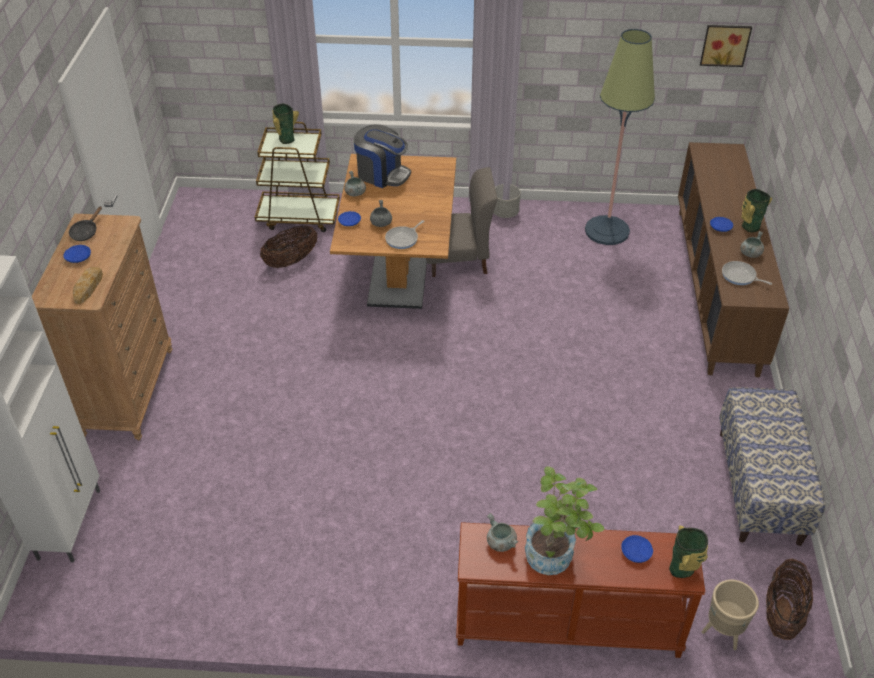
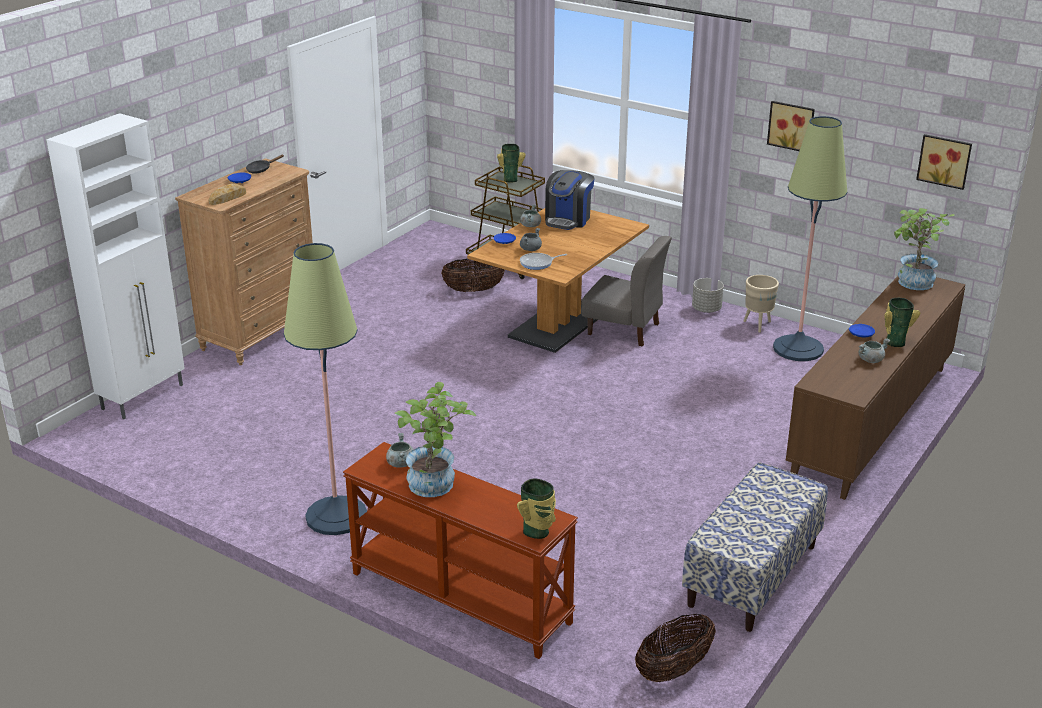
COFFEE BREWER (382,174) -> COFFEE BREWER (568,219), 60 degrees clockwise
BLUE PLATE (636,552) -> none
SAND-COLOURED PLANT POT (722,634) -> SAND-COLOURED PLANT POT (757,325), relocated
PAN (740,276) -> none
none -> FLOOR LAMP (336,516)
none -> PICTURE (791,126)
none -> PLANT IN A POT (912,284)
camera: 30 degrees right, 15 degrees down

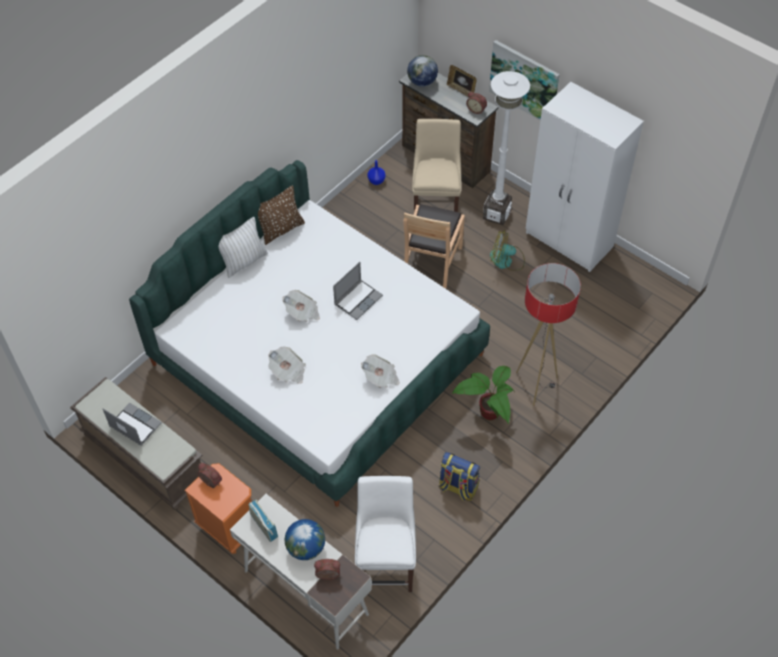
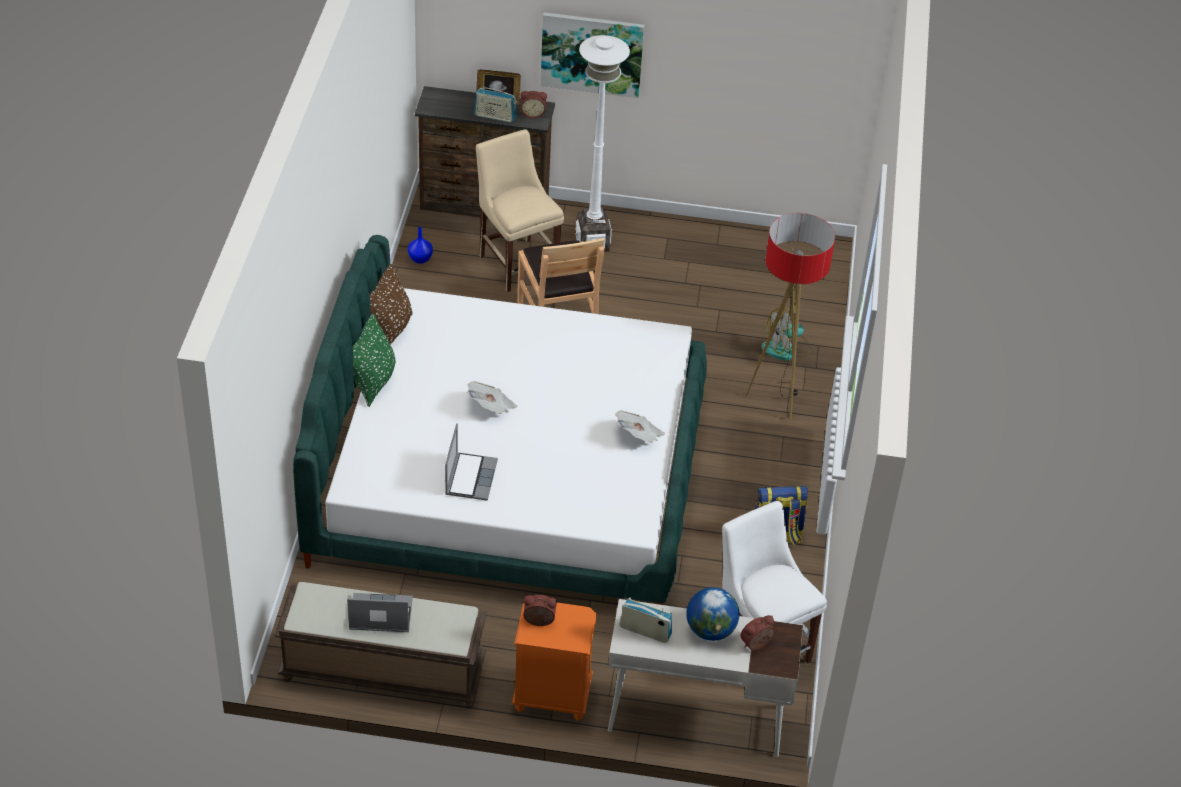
WHITE-COLOURED PILLOW (244,261) -> GREEN-COLOURED PILLOW (373,382)
NEWSPAPER (288,371) -> none
PORTABLE COMPUTER (358,299) -> PORTABLE COMPUTER (470,477), relocated
GLOBE (422,82) -> none
PLANT IN A POT (486,415) -> none
FAN (506,260) -> FAN (786,349), relocated
WHITE-COLOURED CLOTHES CUPBOARD (569,241) -> none
none -> RADIO (495,116)
camera: 35 degrees left, 10 degrees down

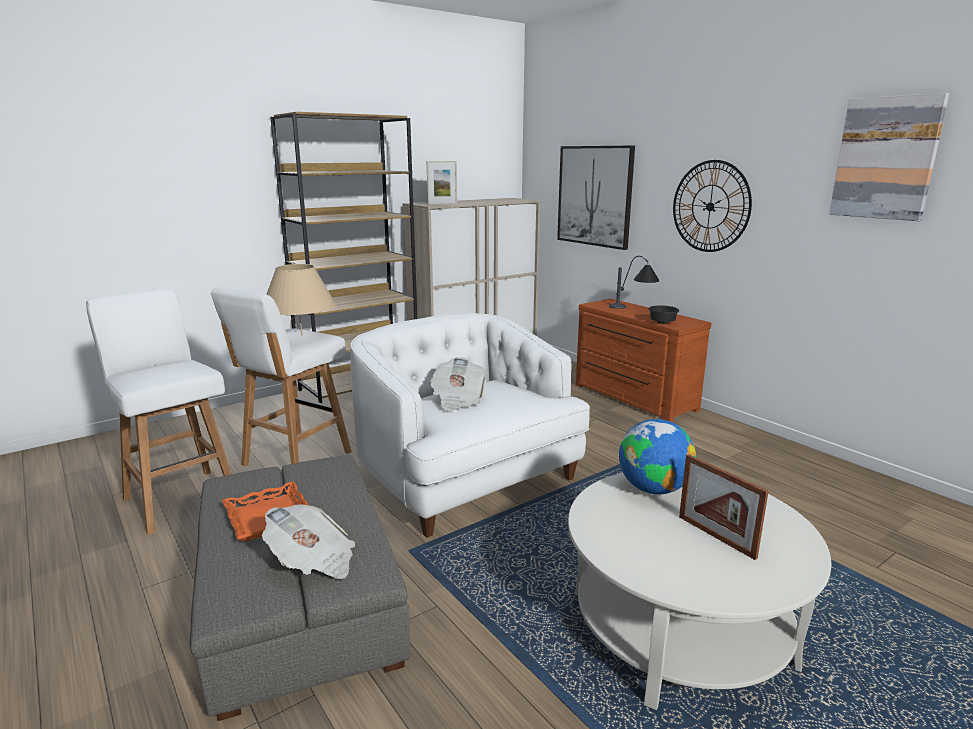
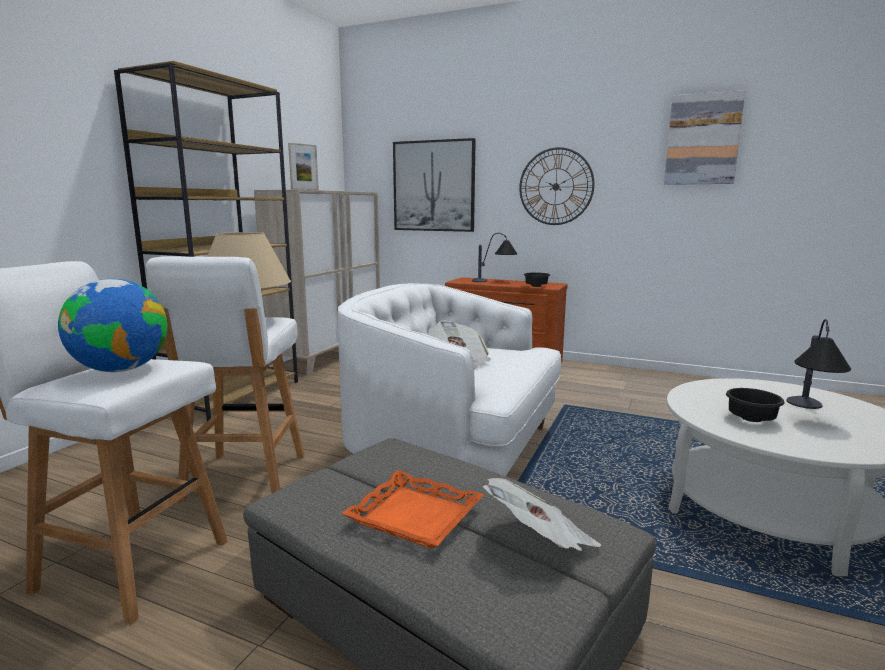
GLOBE (653,489) -> GLOBE (121,369), relocated
PICTURE FRAME (716,536) -> LAMP FOR A TABLE (809,414)
none -> BLACK DEEP DISH (749,419)
camera: 30 degrees left, 5 degrees down

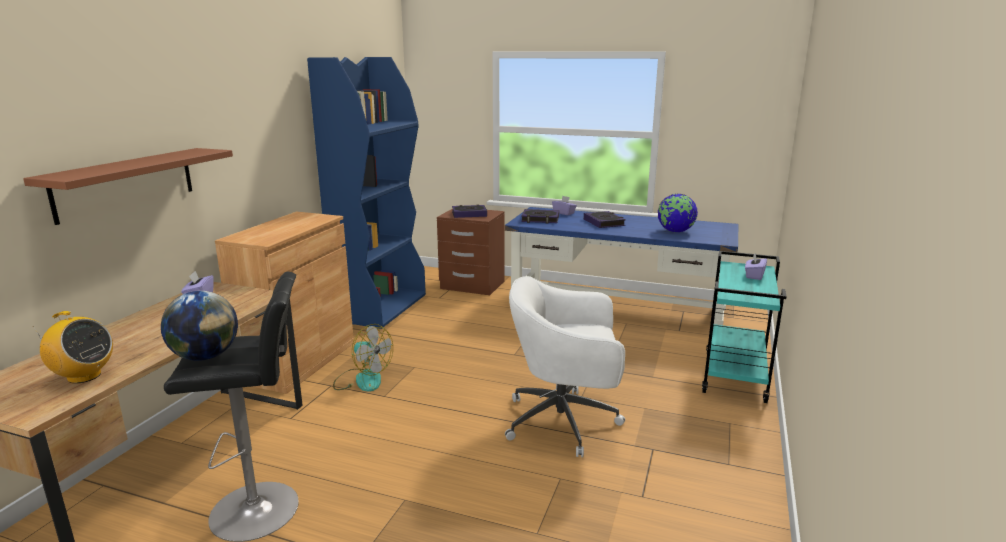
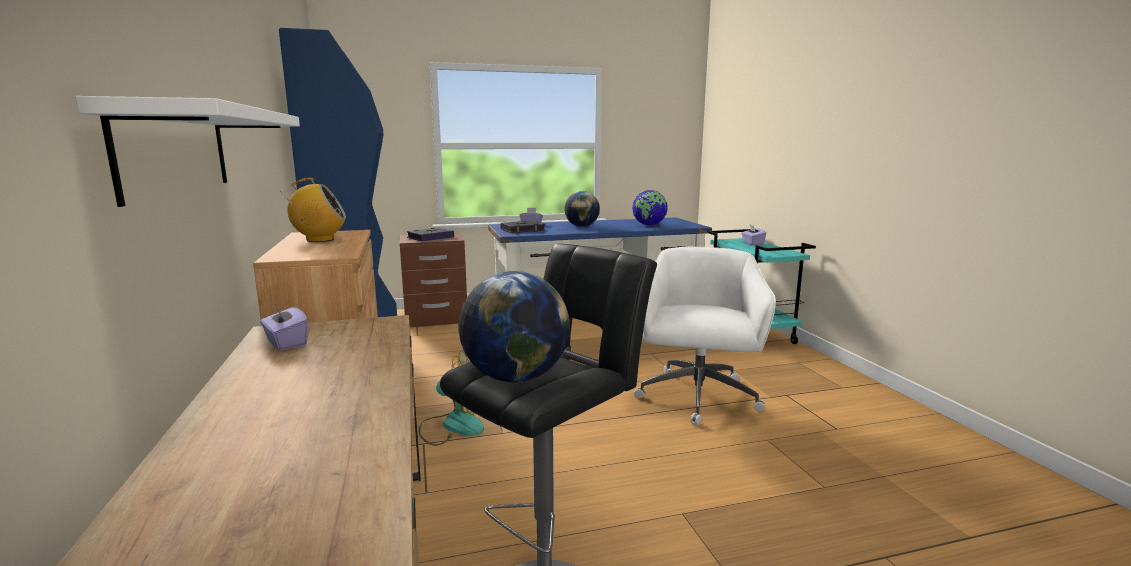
BROWNISH SHELF (126,183) -> WHITE-COLOURED SHELF (176,151)
RADIO (84,376) -> RADIO (319,240), relocated
WHITE-COLOURED DESK CHAIR (565,421) -> WHITE-COLOURED DESK CHAIR (697,398), 135 degrees clockwise
BOOK (604,222) -> GLOBE (582,226)
camera: 35 degrees left, 5 degrees down

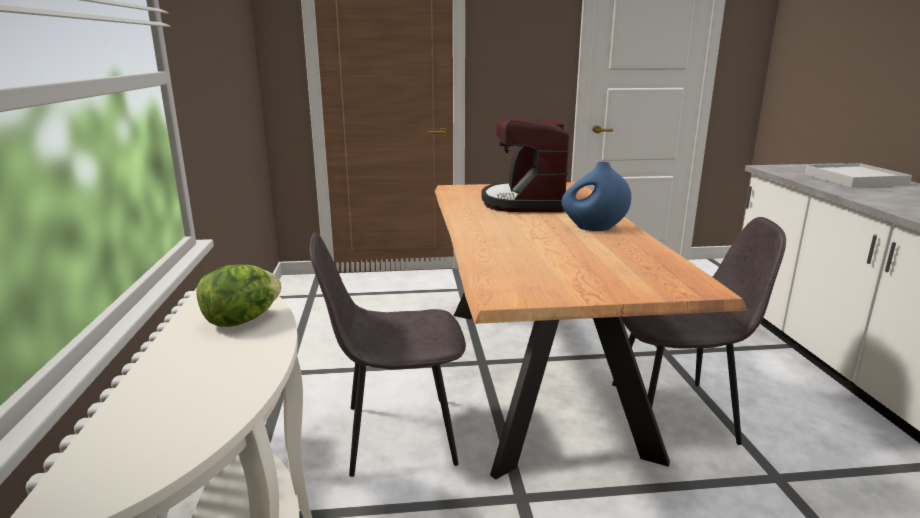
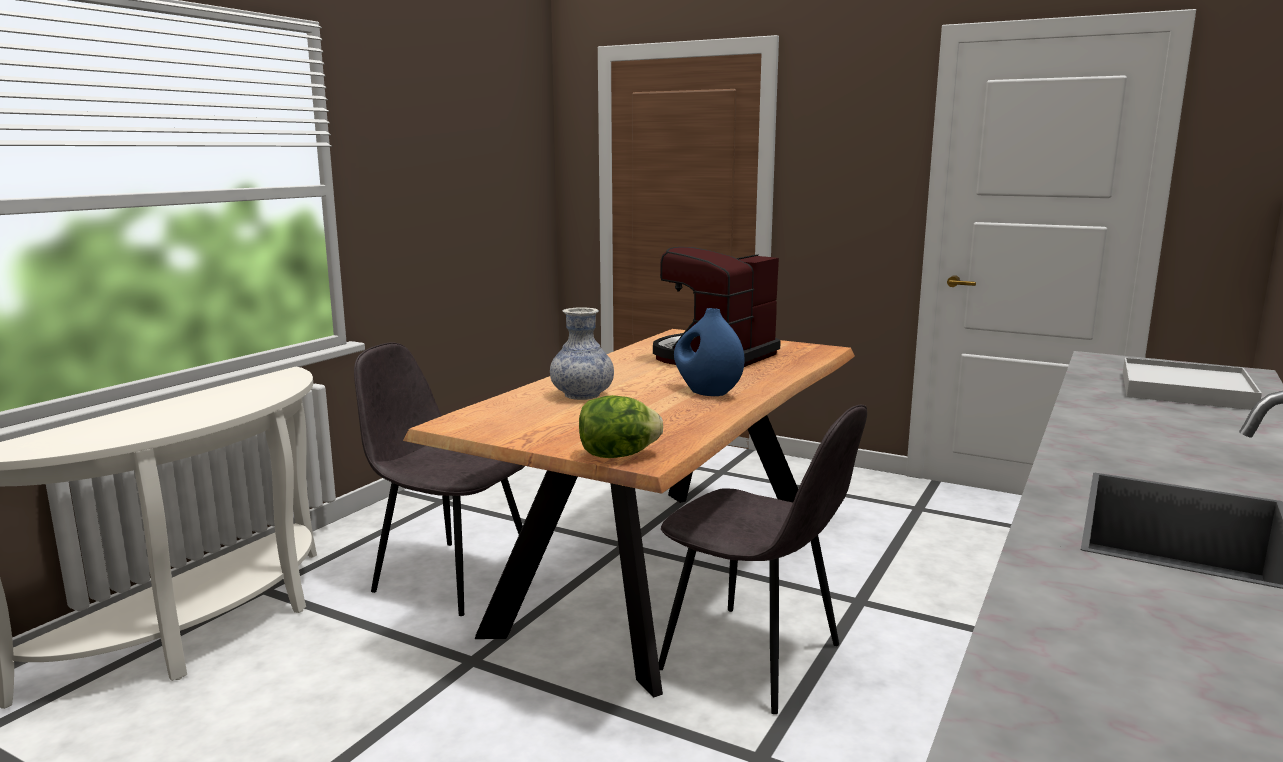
LETTUCE (242,320) -> LETTUCE (617,455), relocated
none -> FLOWER VASE (582,395)
camera: 35 degrees right, 5 degrees down

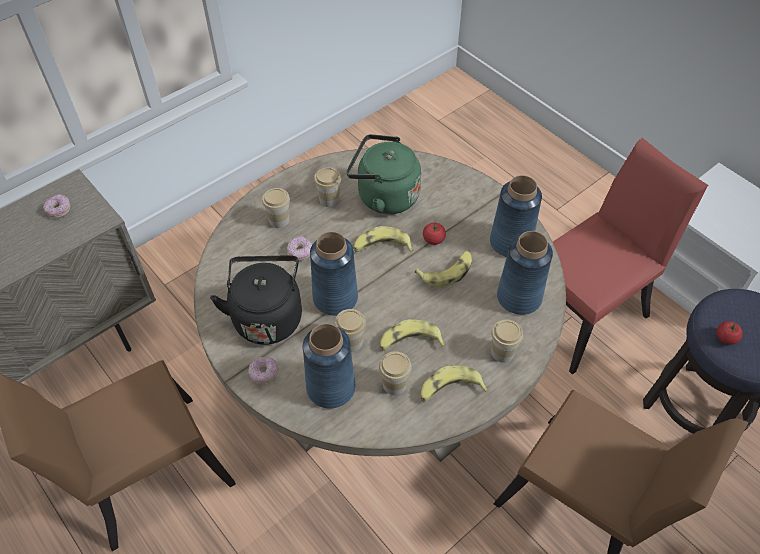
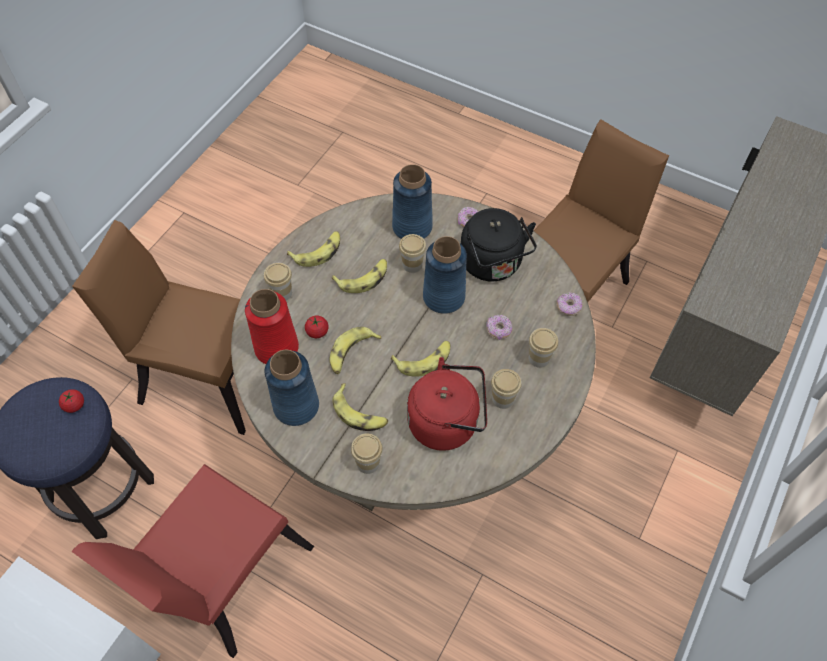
DONUT (59,210) -> DONUT (568,307), relocated
GREEN-COLOURED KETTLE (384,196) -> RED KETTLE (447,422)
DRINKING CUP (394,384) -> DRINKING CUP (368,463), relocated
TOMATO (433,239) -> TOMATO (317,332), relocated
BLUE FLOWER VASE (518,297) -> RED FLOWER VASE (277,348)
none -> WHOLE BANANA (360,413)
camera: 160 degrees right, 5 degrees up

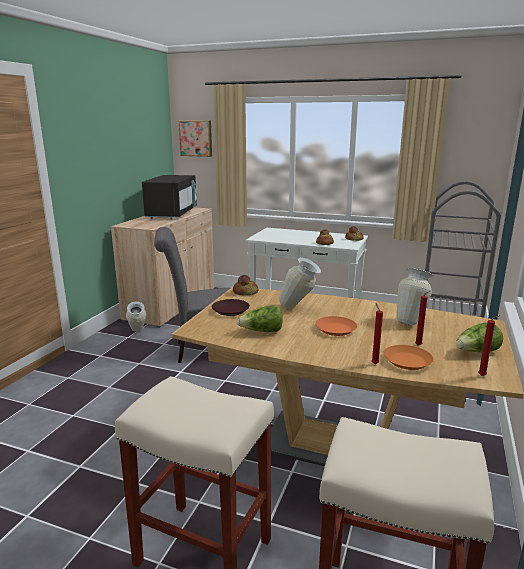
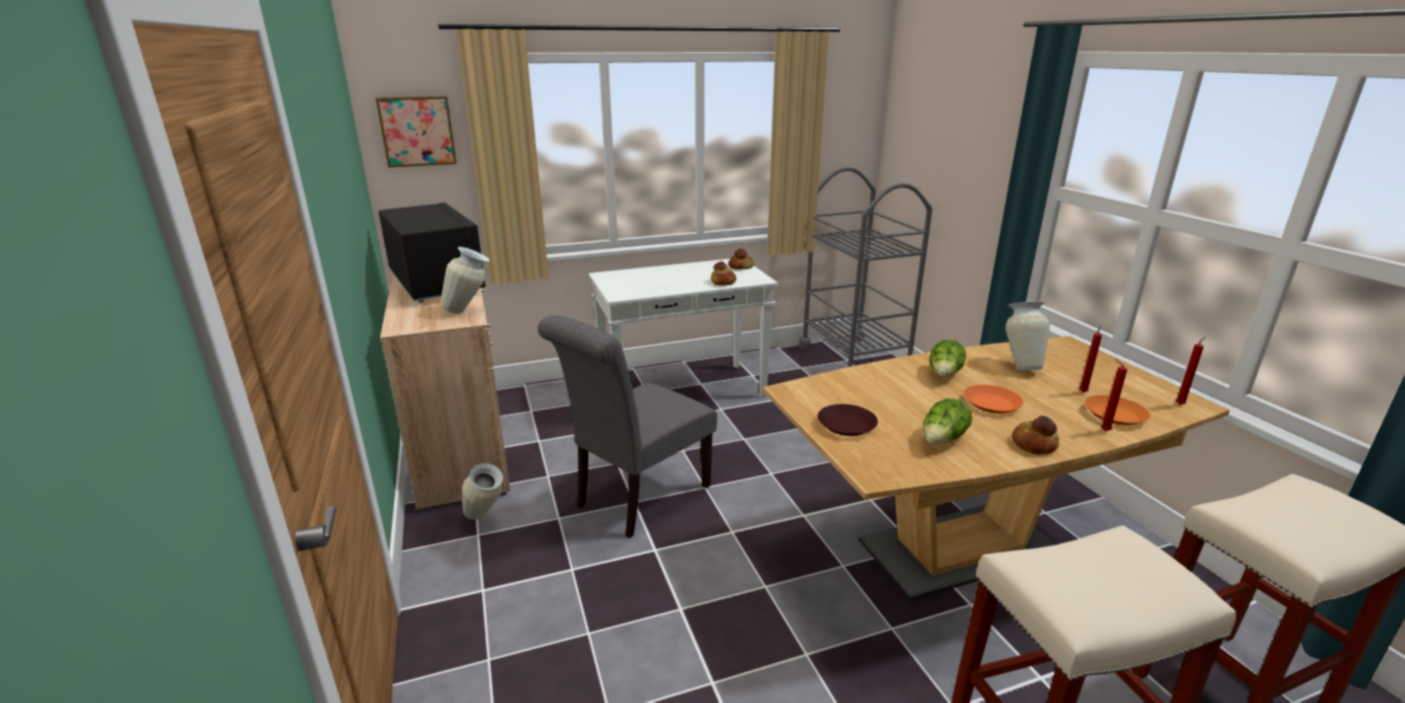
BREAD (245,292) -> BREAD (1033,444), relocated
FLOWER VASE (299,308) -> FLOWER VASE (470,311), relocated
LETTUCE (477,352) -> LETTUCE (945,374), relocated
camera: 40 degrees left, 5 degrees up

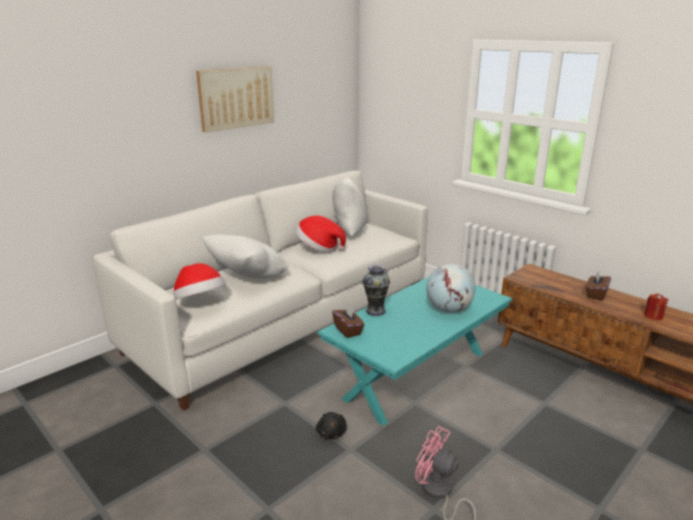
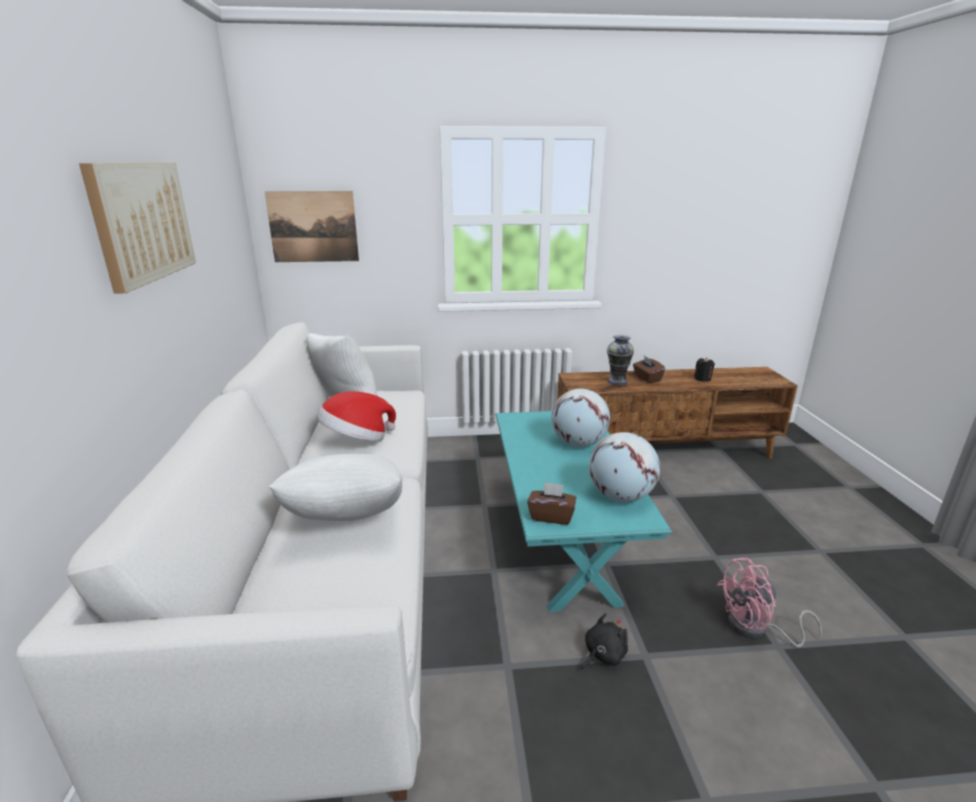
HAT (200,302) -> none
BLACK CUDDLY TOY (331,432) -> BLACK CUDDLY TOY (602,654), 60 degrees counterclockwise
FLOWER VASE (375,311) -> FLOWER VASE (617,382), relocated
RED WAX LIGHT (653,316) -> BLACK WAX LIGHT (702,379)
none -> PICTURE (313,227)
none -> GLOBE (620,496)
camera: 50 degrees left, 0 degrees up

